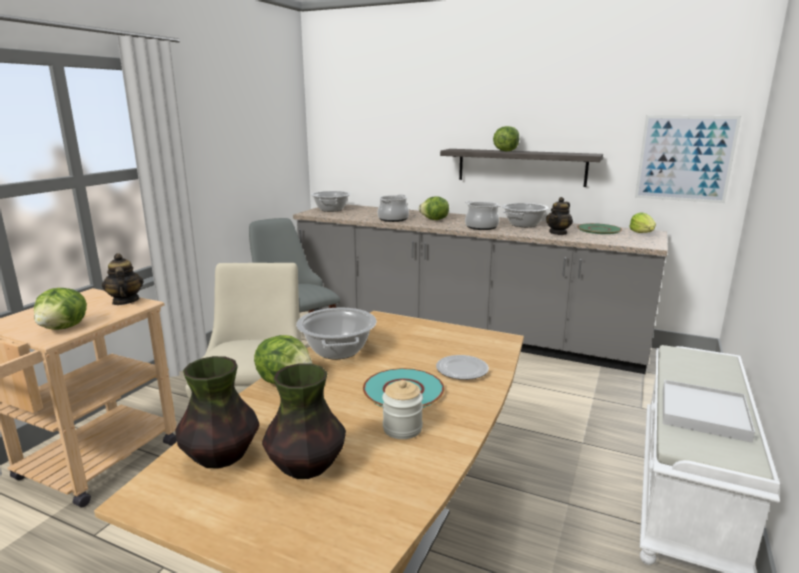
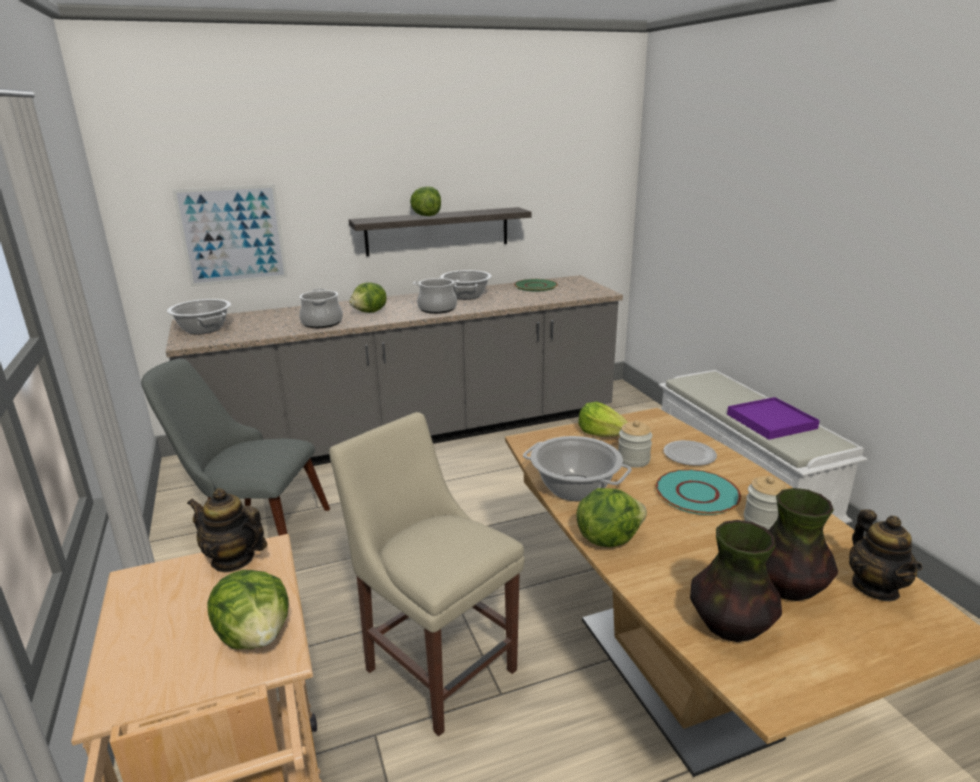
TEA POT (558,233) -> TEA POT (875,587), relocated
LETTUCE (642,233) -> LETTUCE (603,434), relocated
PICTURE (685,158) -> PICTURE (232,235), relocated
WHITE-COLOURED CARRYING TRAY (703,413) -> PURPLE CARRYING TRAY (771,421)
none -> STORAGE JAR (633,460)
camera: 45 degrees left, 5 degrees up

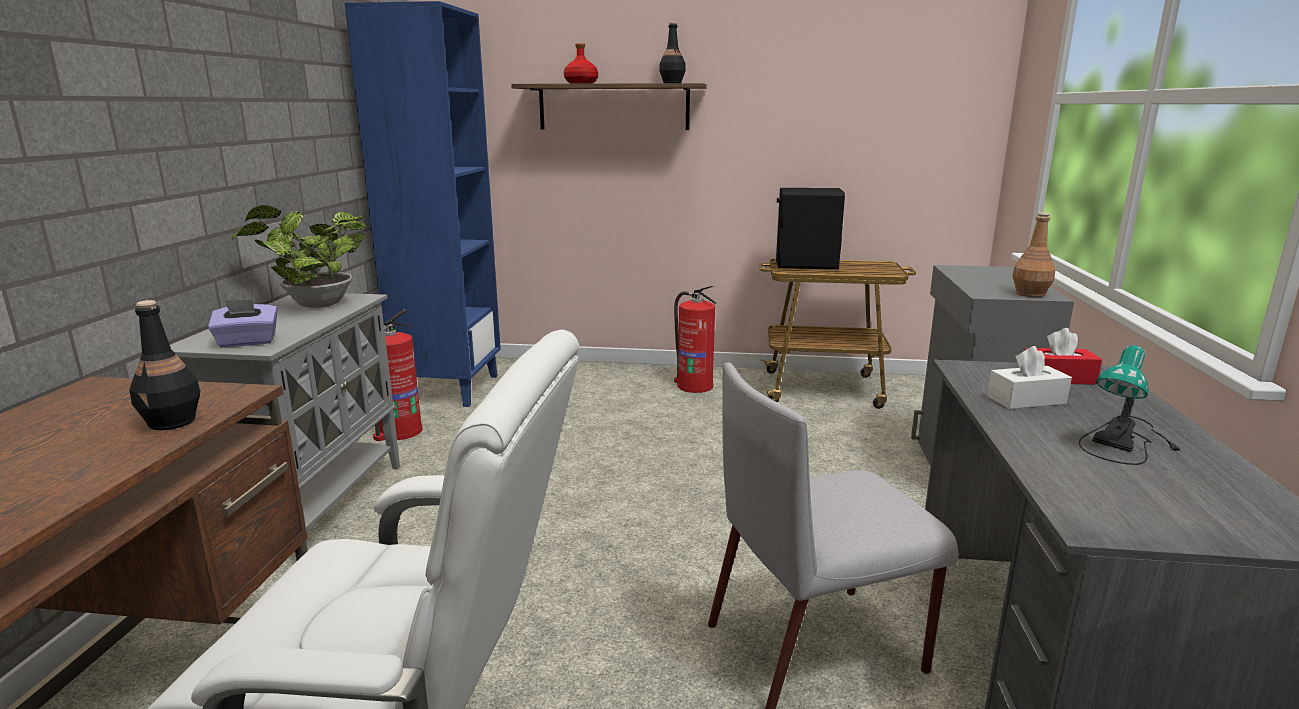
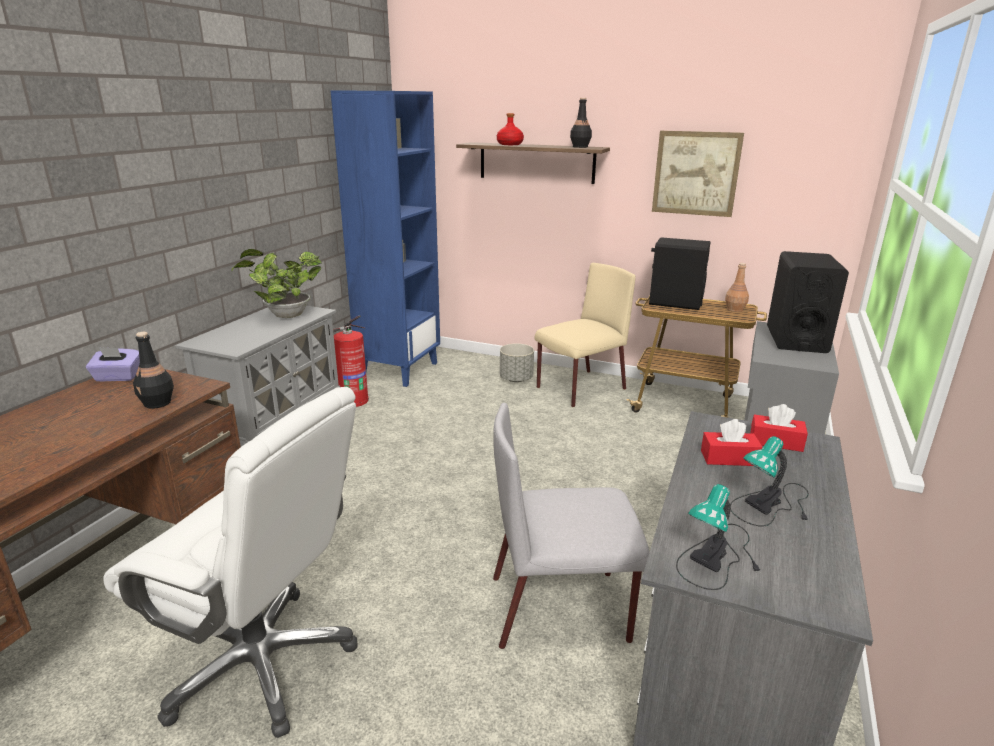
PURPLE BOX OF TISSUES (247,342) -> PURPLE BOX OF TISSUES (118,377), relocated
FIRE EXTINGUISHER (694,386) -> SAND-COLOURED PLAIN CHAIR (580,389)
WHITE-COLOURED BOX OF TISSUES (1026,400) -> RED BOX OF TISSUES (729,458)
BROWNISH BOTTLE (1029,294) -> BROWNISH BOTTLE (734,309), relocated
none -> GREY PLANT POT (516,379)
none -> PICTURE (696,173)
none -> LAMP FOR A TABLE (718,557)
none -> BLACK SPEAKER (796,339)
camera: 15 degrees right, 5 degrees up

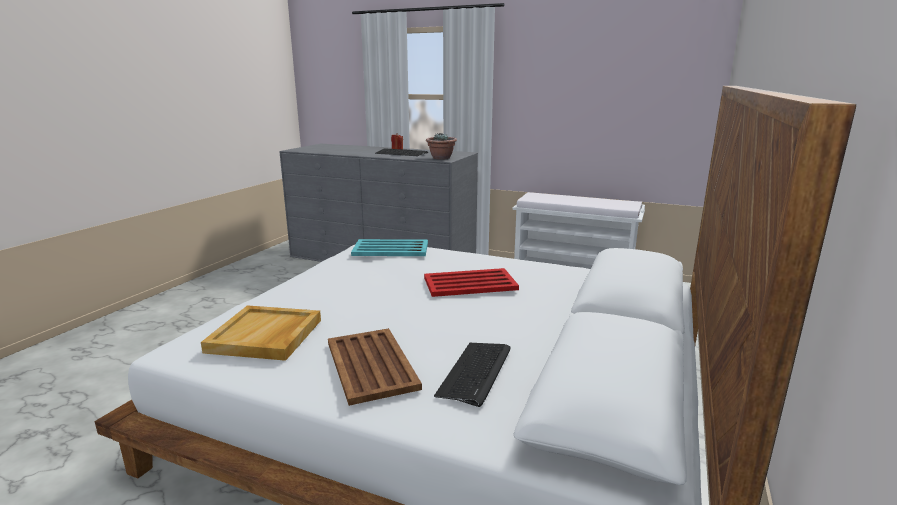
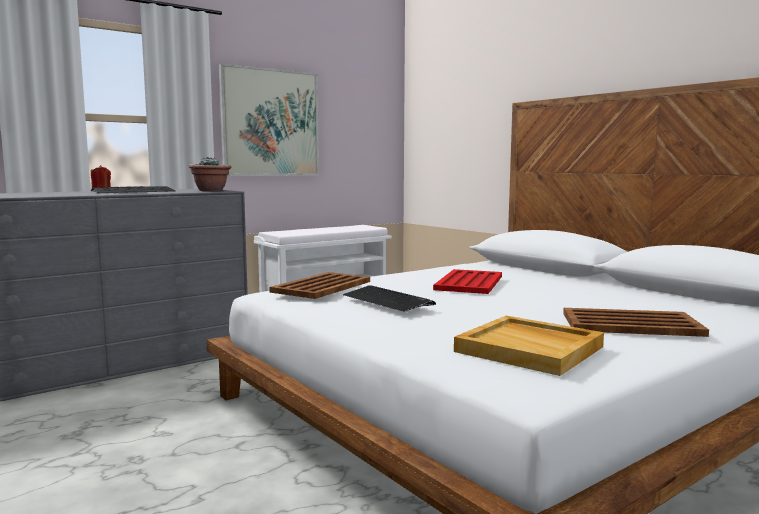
TURQUOISE CARRYING TRAY (391,249) -> BROWNISH CARRYING TRAY (323,286)
PC KEYBOARD (476,372) -> PC KEYBOARD (387,300), relocated
none -> PICTURE (270,123)
camera: 60 degrees left, 10 degrees down

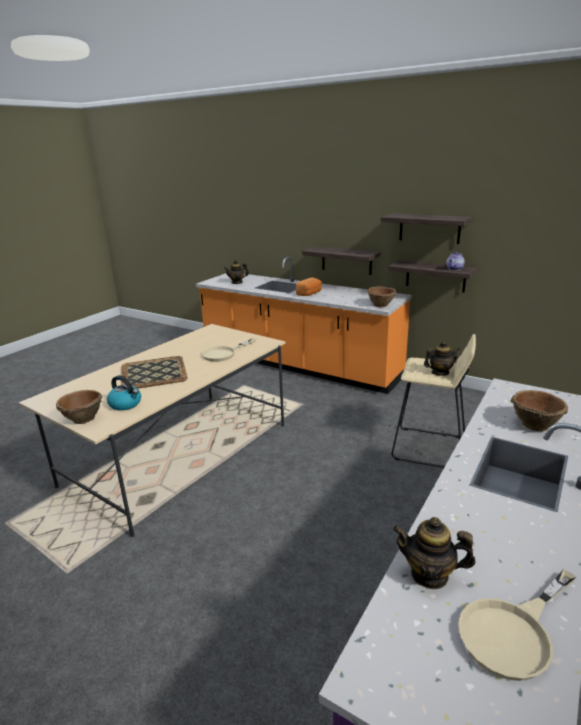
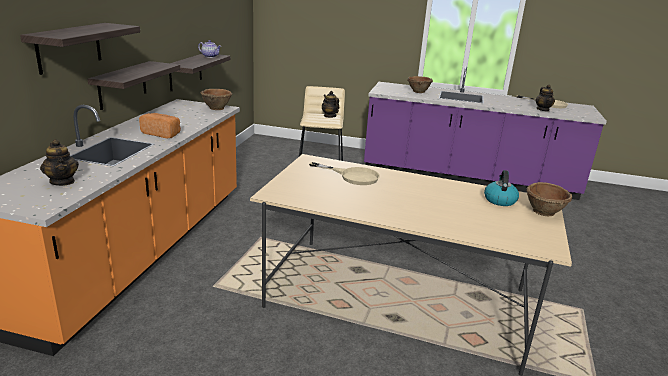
CARRYING TRAY (154,373) -> none
SHELF (429,228) -> SHELF (69,47), relocated
camera: 110 degrees left, 0 degrees up

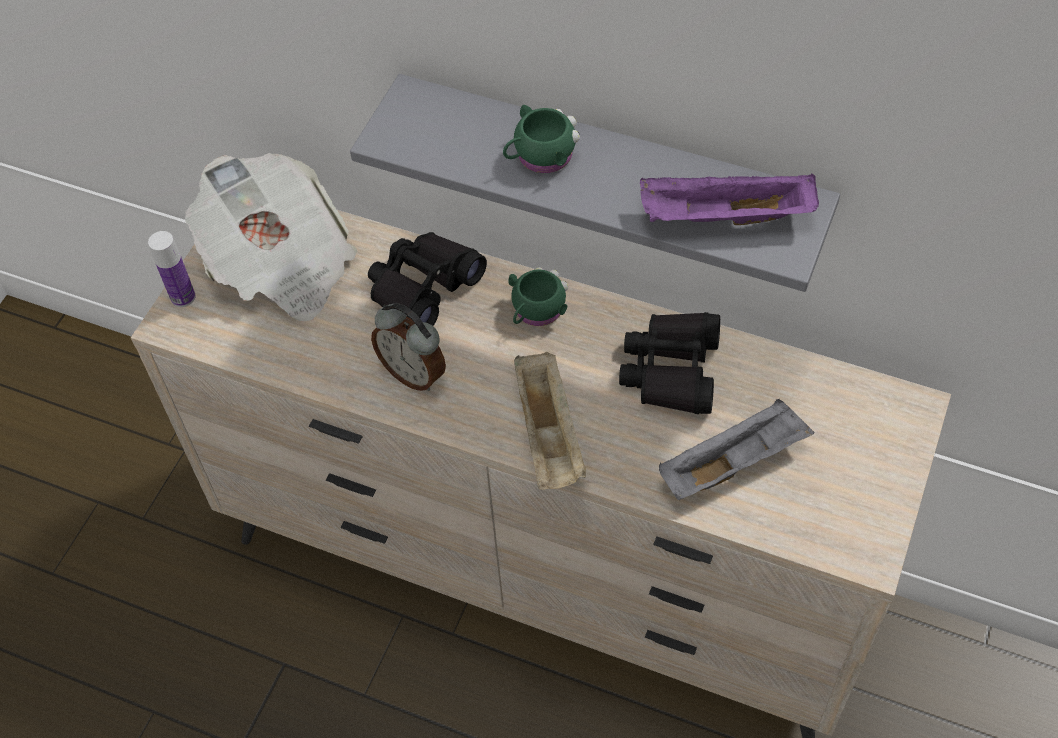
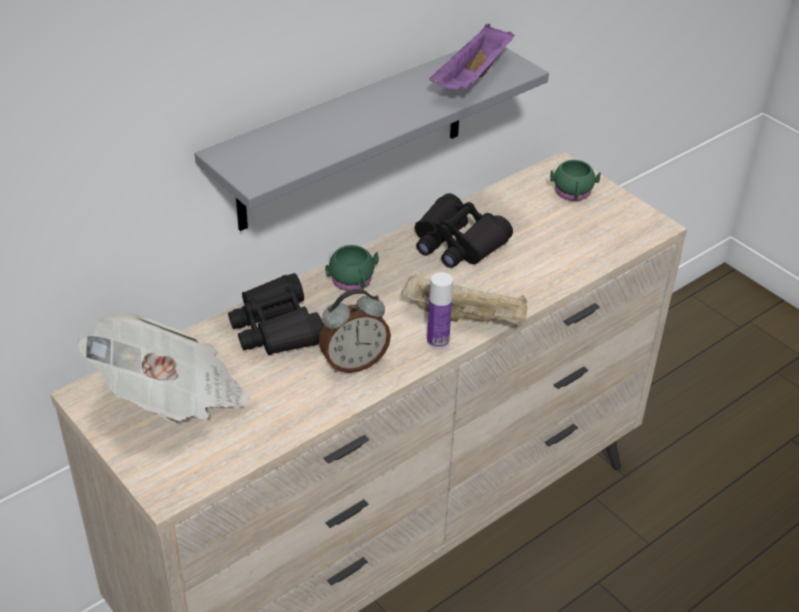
BOTTLE (183,297) -> BOTTLE (438,341), relocated
GREEN-COLOURED COFFEE MUG (540,157) -> GREEN-COLOURED COFFEE MUG (573,193), relocated
GREY CARRYING TRAY (733,462) -> none
camera: 65 degrees left, 15 degrees down

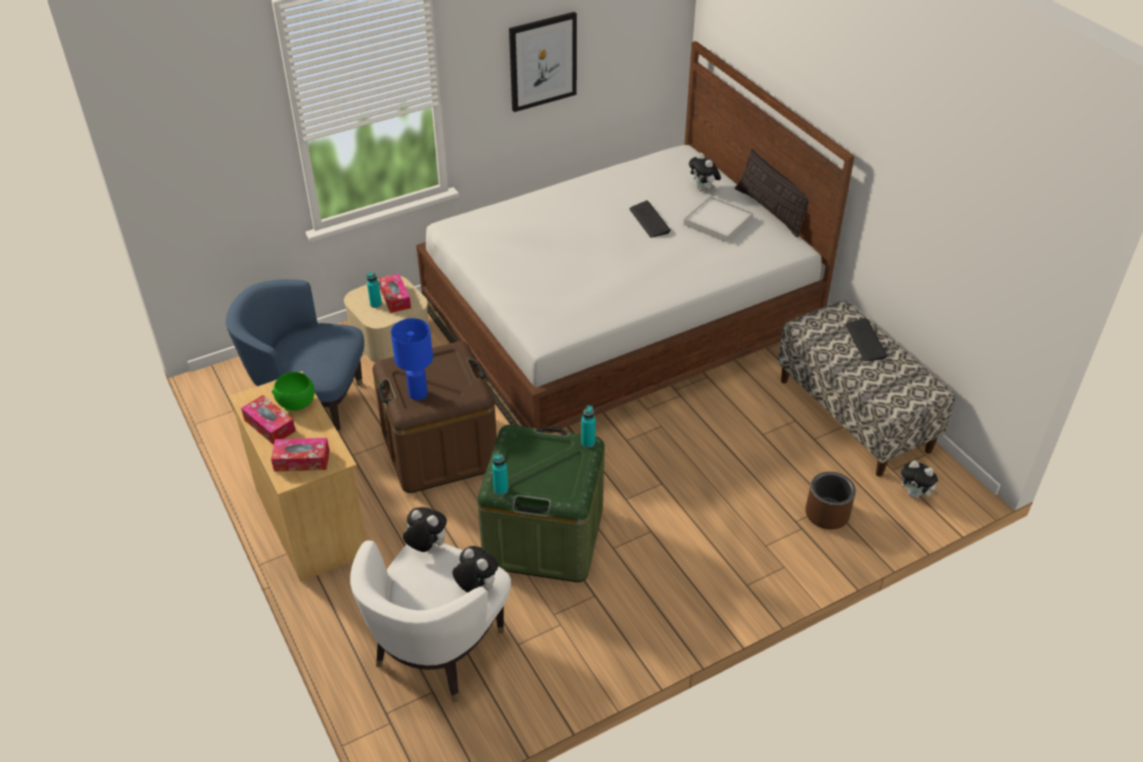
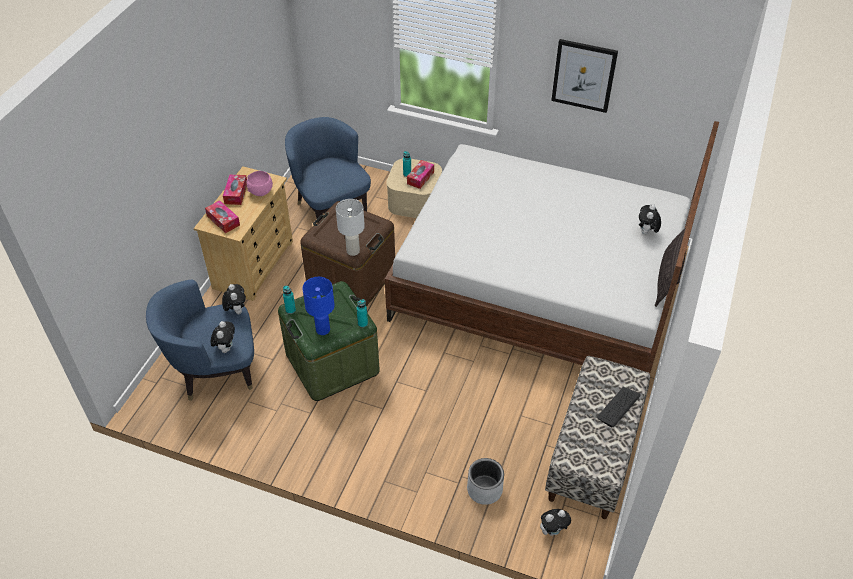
GREEN-COLOURED DEEP DISH (297,403) -> PINK DEEP DISH (261,192)
WHITE-COLOURED LOUNGE CHAIR (438,650) -> BLUE LOUNGE CHAIR (215,371)
BLUE LAMP FOR A TABLE (417,393) -> BLUE LAMP FOR A TABLE (323,329), relocated
PC KEYBOARD (649,220) -> none
WHITE-COLOURED CARRYING TRAY (718,221) -> none
BROWNISH PLANT POT (827,513) -> GREY PLANT POT (485,489)
CUDDLY TOY (915,494) -> CUDDLY TOY (553,530), 105 degrees counterclockwise
none -> WHITE-COLOURED LAMP FOR A TABLE (353,251)
camera: 50 degrees right, 5 degrees up

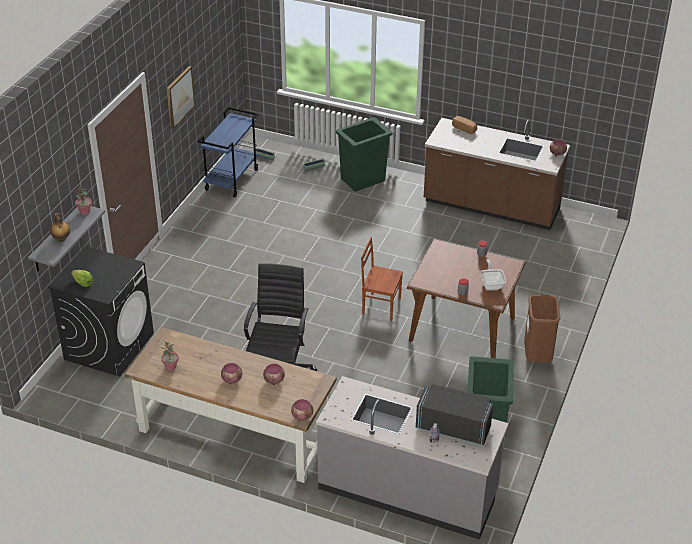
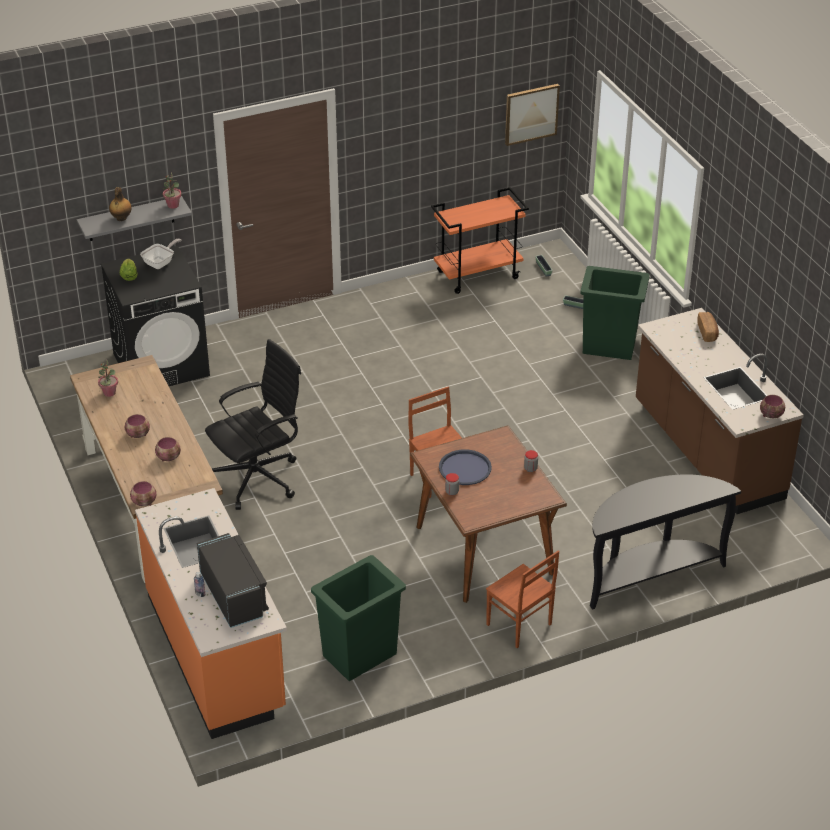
PICTURE (179,97) -> PICTURE (531,114), relocated
BLUE WHEELED CART (231,179) -> ORANGEY WHEELED CART (478,274)
GREY KITCHEN BASE UNIT (408,490) -> ORANGEY KITCHEN BASE UNIT (216,653)
PAN (491,283) -> PAN (161,263), relocated
BROWNISH WASTE BIN (537,356) -> BROWNISH PLAIN CHAIR (519,625)
none -> BLUE CARRYING TRAY (465,468)
none -> BLACK NARROW TABLE (649,574)
camera: 45 degrees right, 0 degrees up

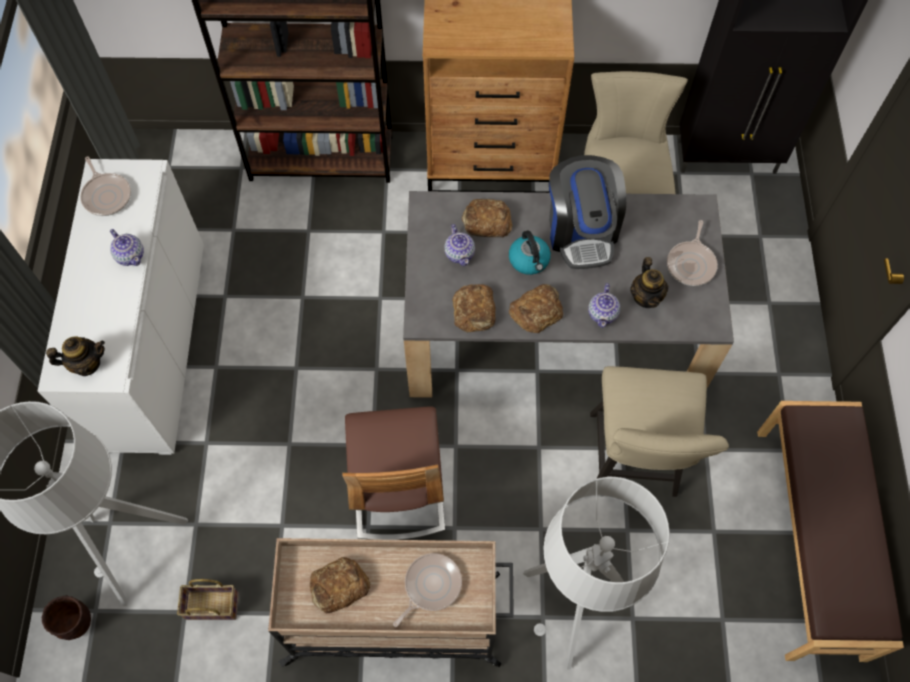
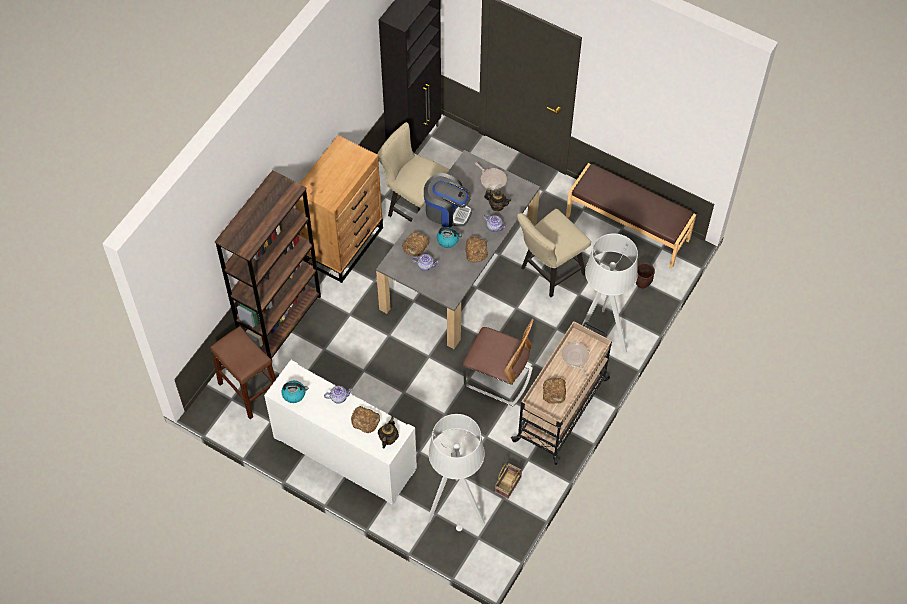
BROWNISH PLANT POT (78,625) -> BROWNISH PLANT POT (642,283), relocated
PAN (106,195) -> KETTLE (294,394)
BREAD (475,311) -> BREAD (365,420), relocated
SAND-COLOURED PLAIN CHAIR (635,462) -> SAND-COLOURED PLAIN CHAIR (549,273), 105 degrees clockwise
none -> BROWNISH STOOL (249,390)
camera: 60 degrees left, 5 degrees down

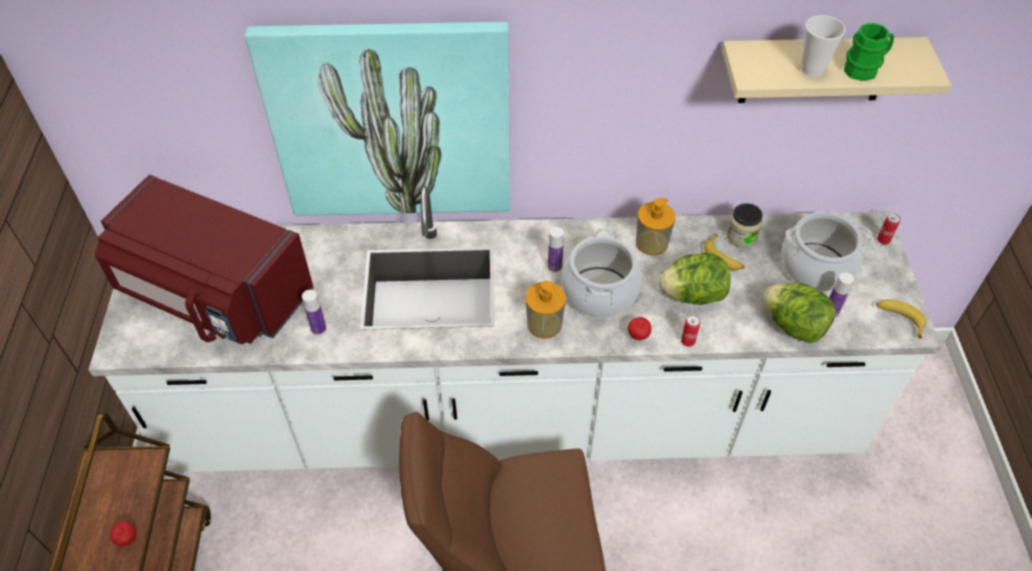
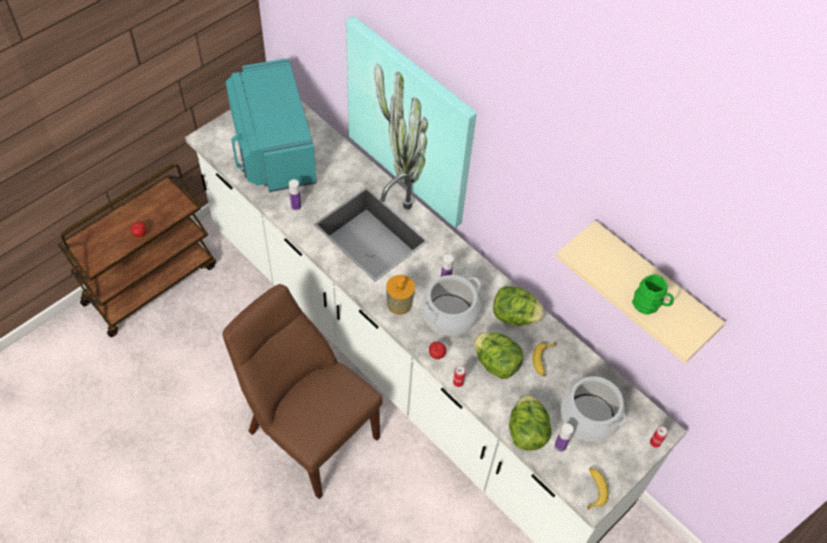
RED MICROWAVE (214,295) -> TURQUOISE MICROWAVE (272,147)
SOAP BOTTLE (651,243) -> LETTUCE (514,316)
STORAGE JAR (741,236) -> none
DRINKING CUP (812,69) -> none
camera: 45 degrees right, 5 degrees up

